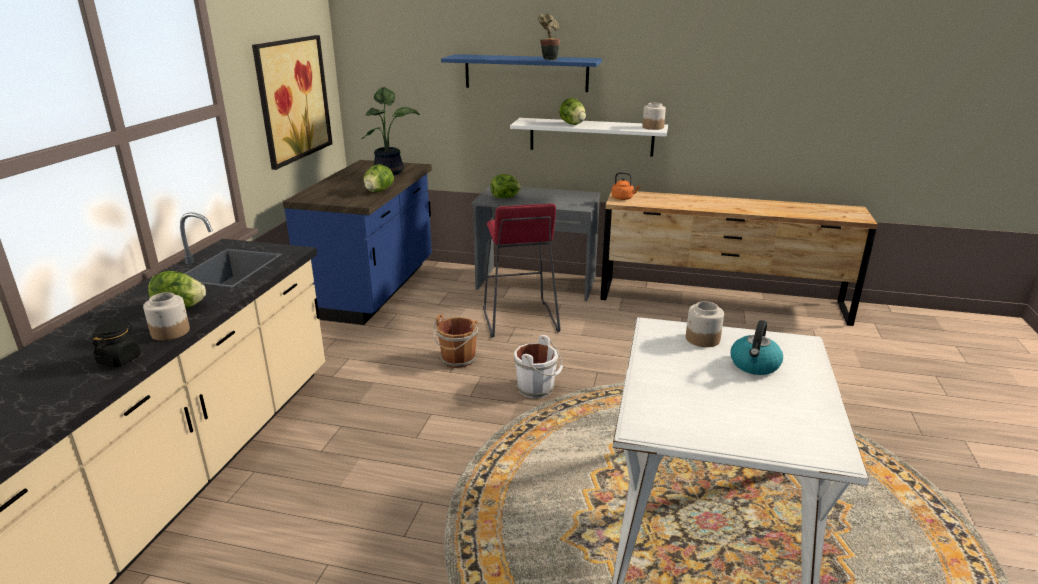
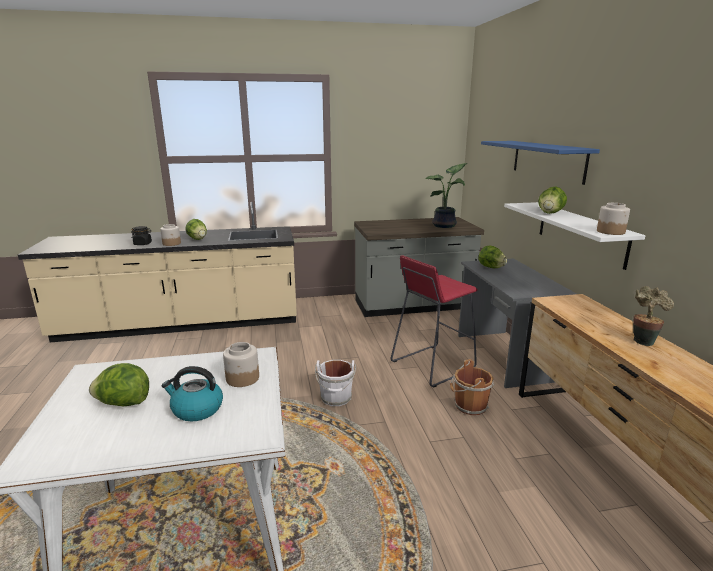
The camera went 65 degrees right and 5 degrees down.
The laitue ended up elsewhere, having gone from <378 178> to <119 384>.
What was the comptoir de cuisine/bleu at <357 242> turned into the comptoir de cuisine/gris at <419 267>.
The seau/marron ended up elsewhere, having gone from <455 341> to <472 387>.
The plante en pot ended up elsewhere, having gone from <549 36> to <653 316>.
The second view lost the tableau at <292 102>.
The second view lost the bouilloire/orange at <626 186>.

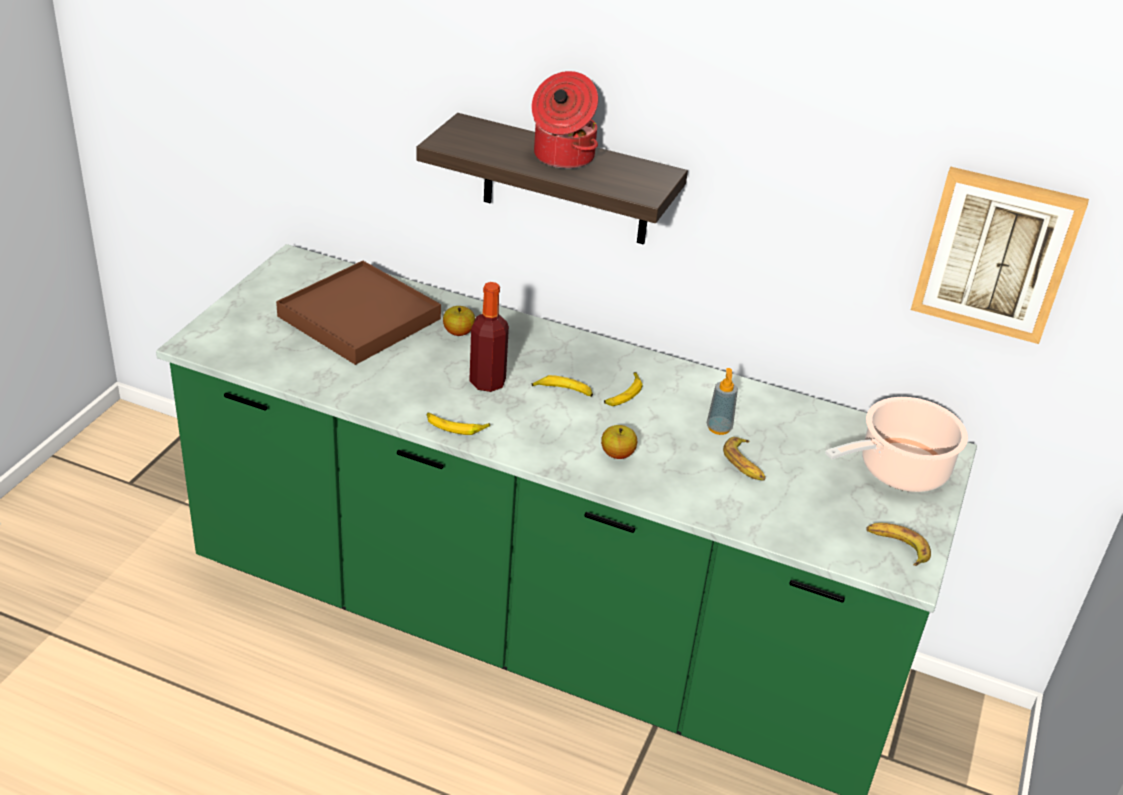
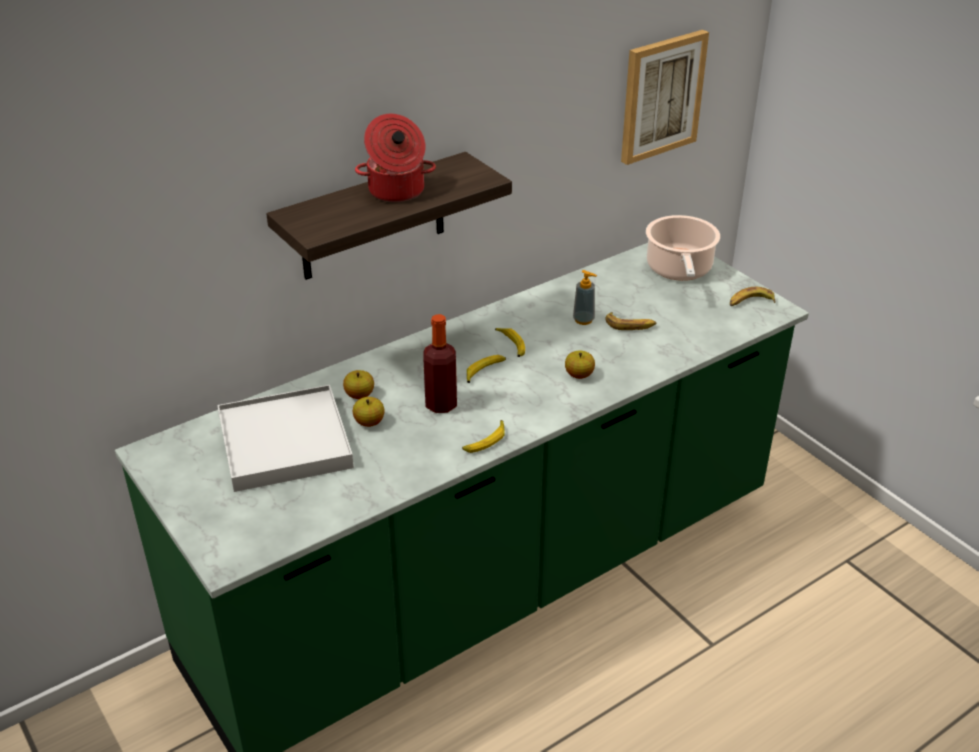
The camera went 55 degrees left and 0 degrees up.
What was the plateau/marron at <358 313> turned into the plateau/blanc at <285 438>.
The second view gained the pomme at <368 412>.

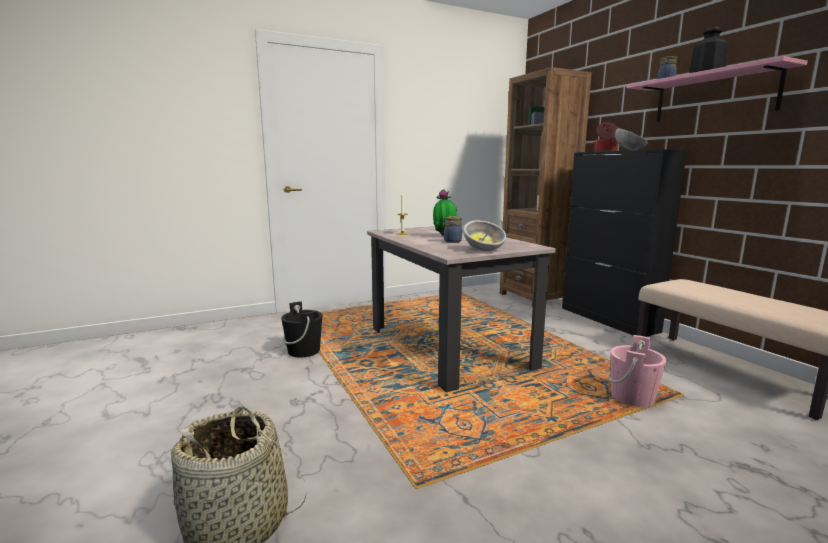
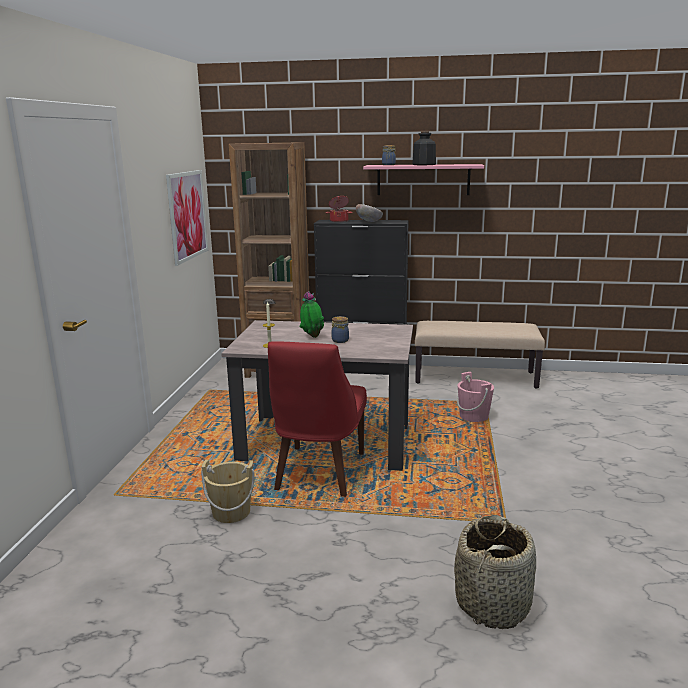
The camera went 55 degrees left and 5 degrees up.
The second view gained the tableau at <187 218>.
What was the seau/noir at <301 329> turned into the seau/beige at <228 491>.
The second view gained the chaise/rouge at <317 419>.
The second view lost the bol at <485 235>.

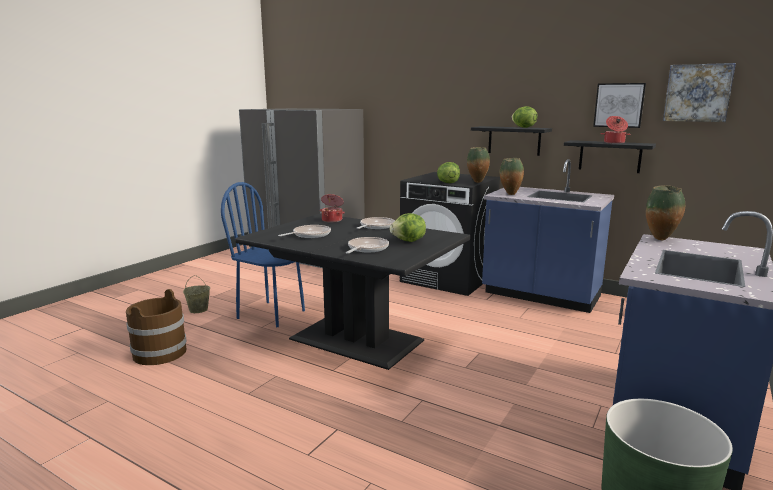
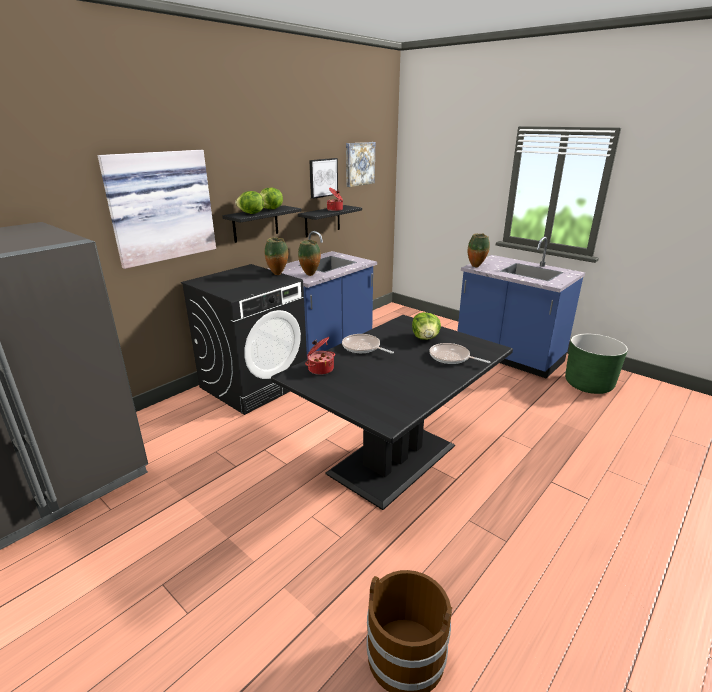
The camera went 80 degrees left and 10 degrees up.
The second view gained the tableau at <157 209>.
The laitue ended up elsewhere, having gone from <448 172> to <249 202>.
The second view lost the seau/beige at <196 294>.
The second view lost the chaise/bleu at <263 254>.
The second view lost the poêle at <304 231>.

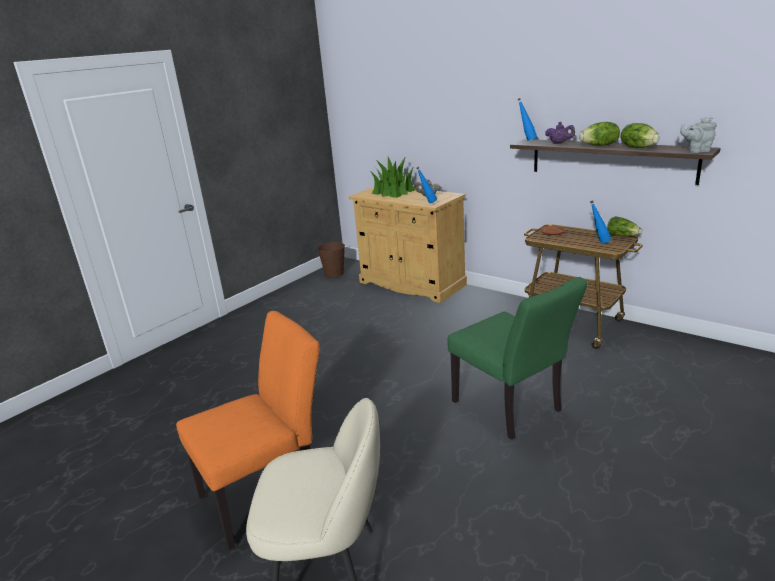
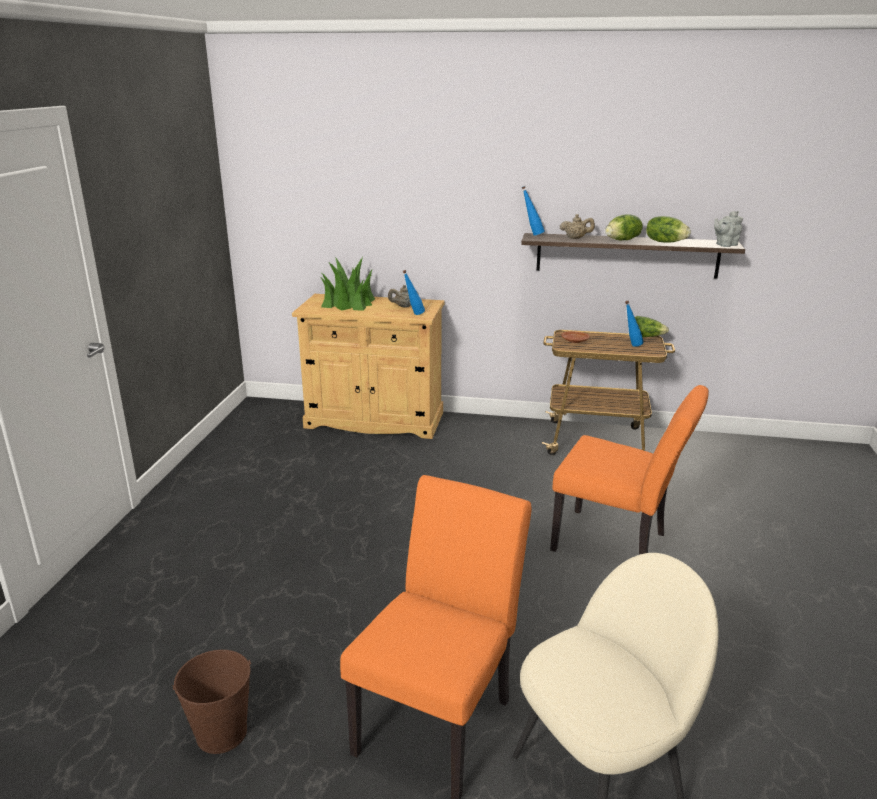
The camera went 30 degrees left and 0 degrees up.
The seau/marron ended up elsewhere, having gone from <331 260> to <212 702>.
What was the chaise/vert at <517 358> turned into the chaise/orange at <629 470>.
What was the théière/violet at <560 133> turned into the théière/beige at <577 226>.

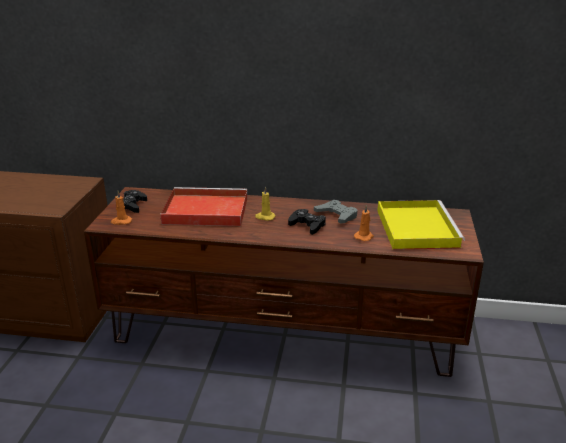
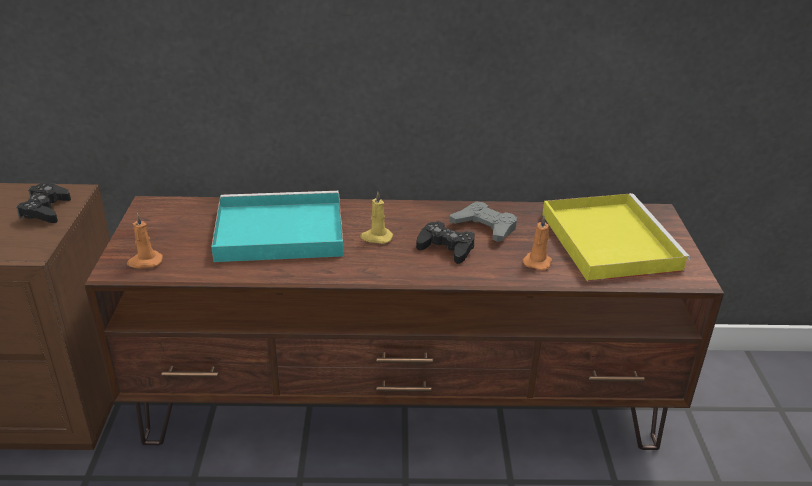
The camera went 10 degrees left and 5 degrees up.
The manette/noir ended up elsewhere, having gone from <135 201> to <43 203>.
What was the plateau/rouge at <204 206> turned into the plateau/turquoise at <277 226>.

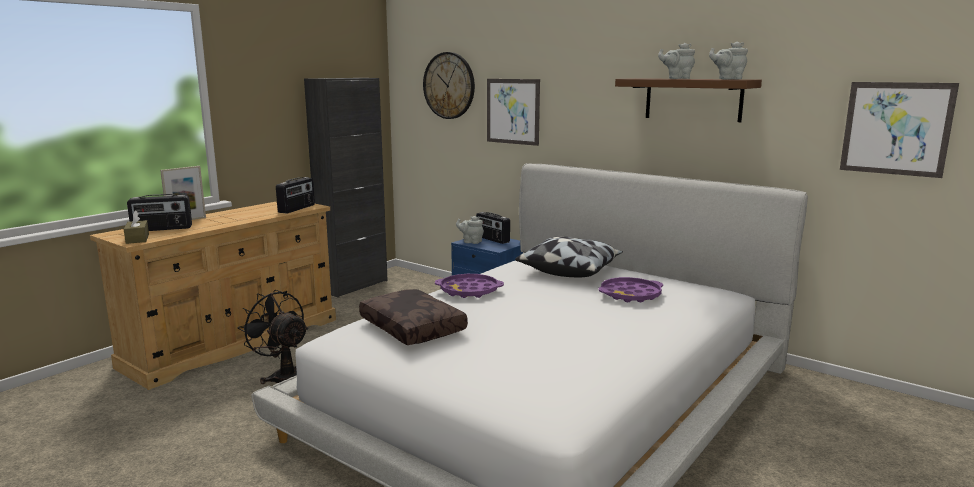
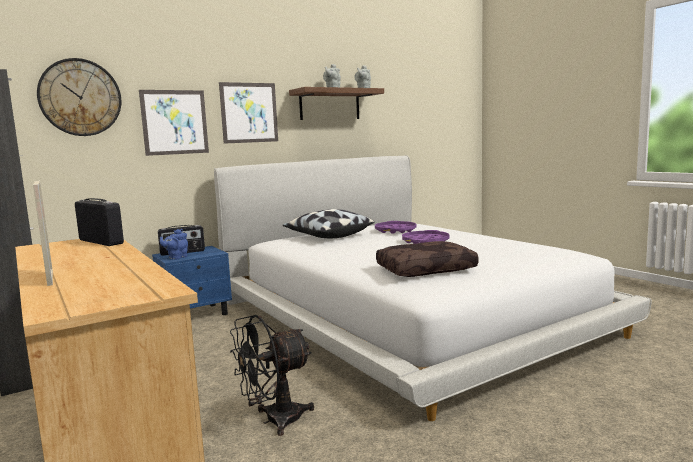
The camera went 70 degrees left and 5 degrees down.
What was the théière/gris at <470 230> turned into the théière/bleu at <174 244>.
The tableau ended up elsewhere, having gone from <899 130> to <248 113>.
The plateau/violet ended up elsewhere, having gone from <469 286> to <426 237>.
The second view lost the boîte à mouchoirs/marron at <136 227>.
The second view lost the radio at <159 212>.

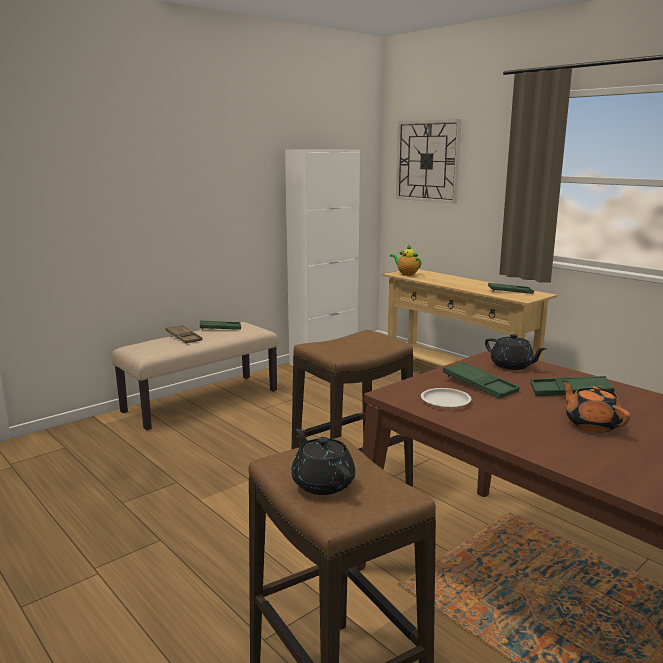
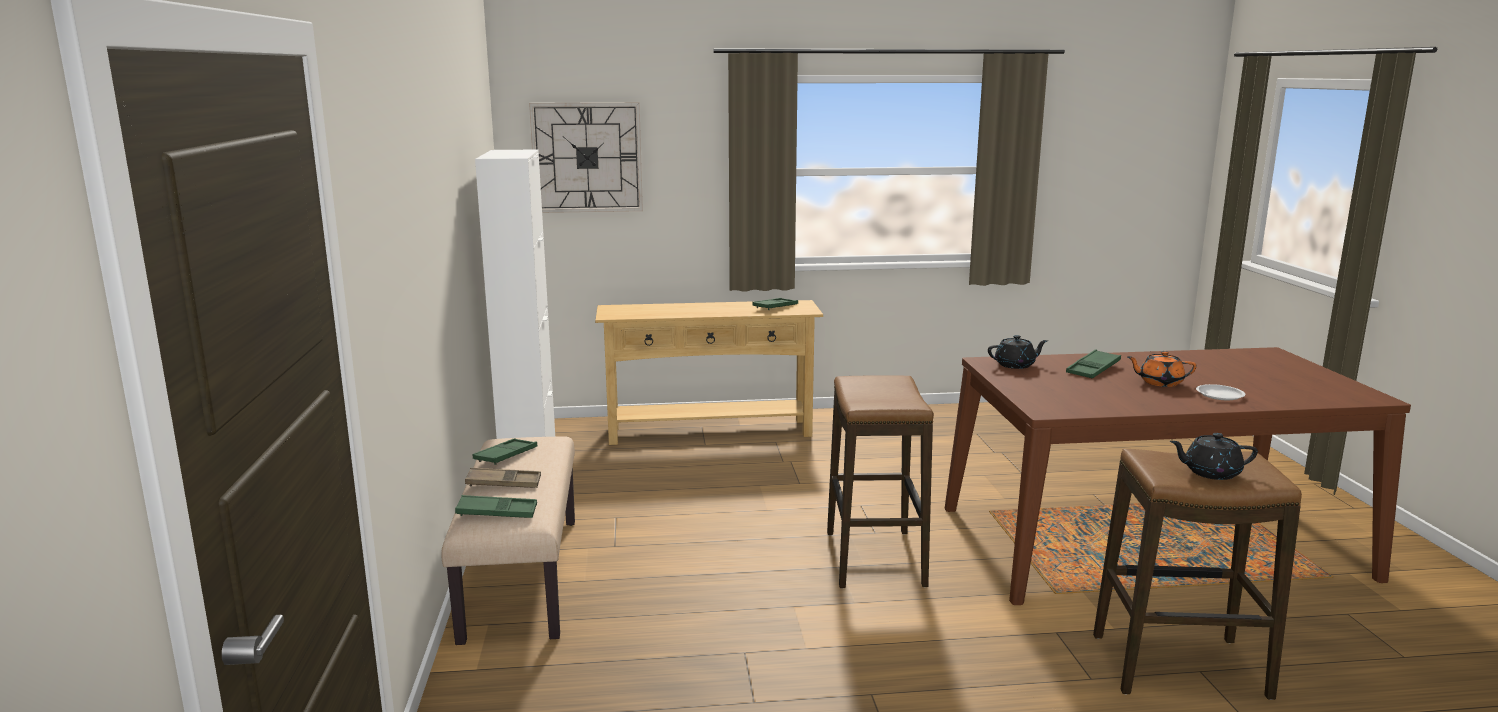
The camera went 55 degrees left and 0 degrees up.
The plateau/vert ended up elsewhere, having gone from <481 380> to <496 506>.
The assiette/blanc ended up elsewhere, having gone from <446 398> to <1220 392>.
The second view lost the théière at <405 260>.

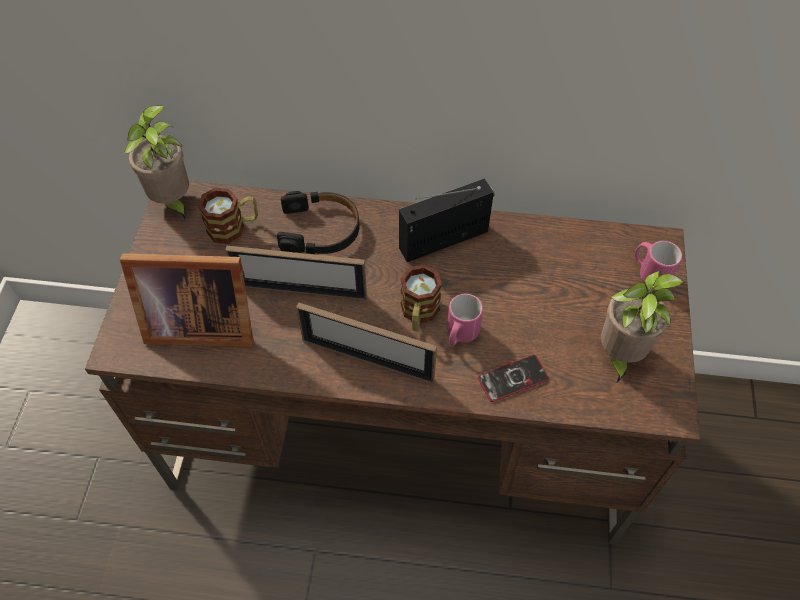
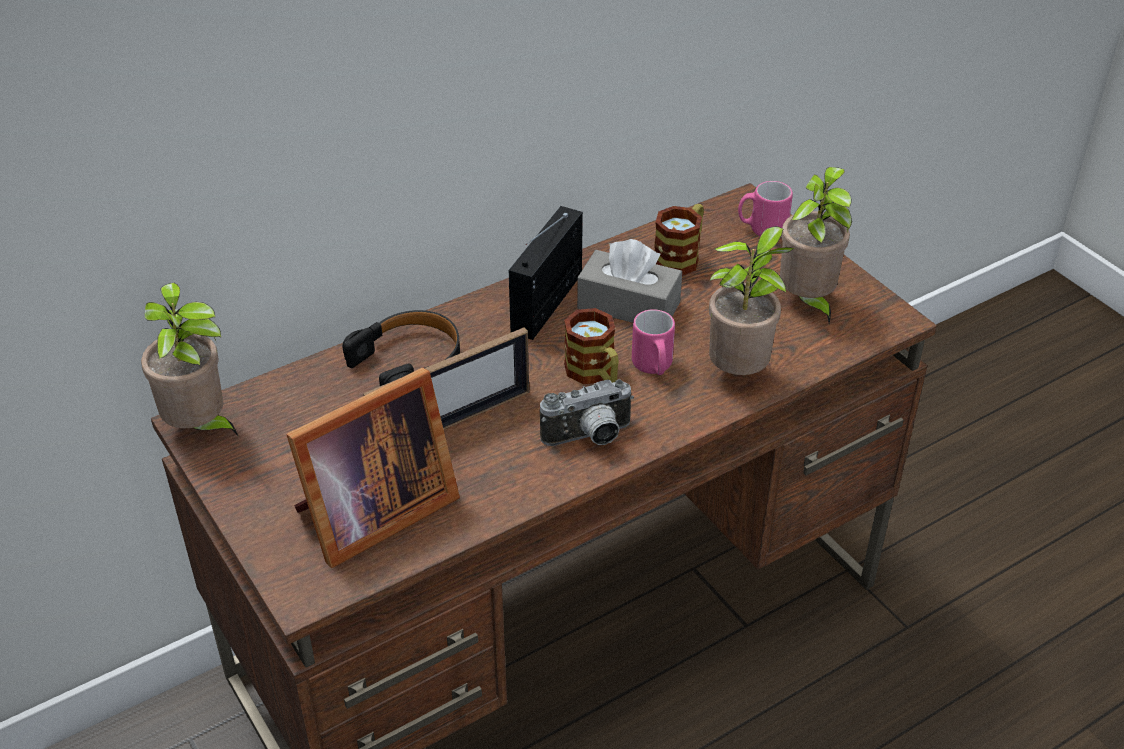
The camera went 40 degrees left and 15 degrees down.
Where the cadre photo stood at <366 342>, the appareil photo came to stand at <587 412>.
The second view gained the boîte à mouchoirs/gris at <629 281>.
The mug ended up elsewhere, having gone from <228 216> to <679 240>.
Where the téléphone stood at <513 378>, the plante en pot came to stand at <751 300>.

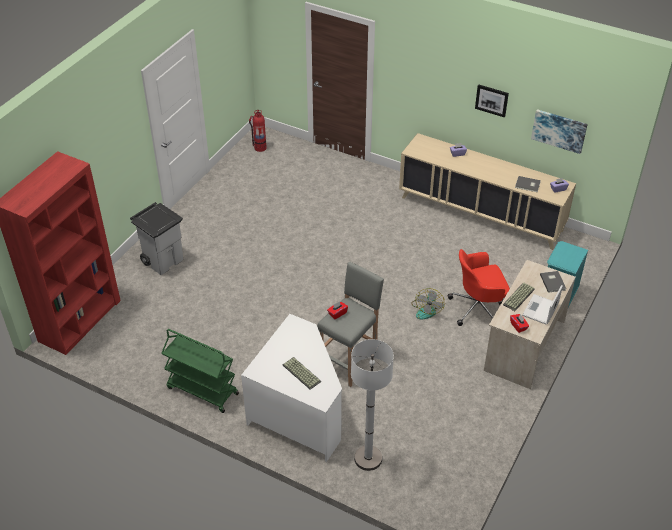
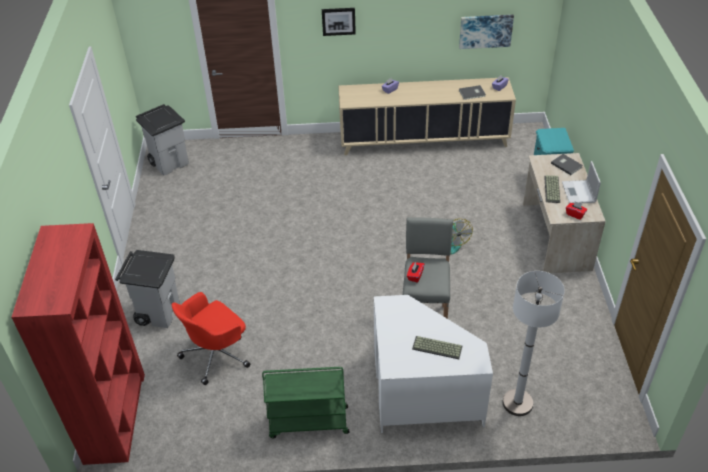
The camera went 30 degrees left and 0 degrees up.
Where the extincteur stood at <258 131>, the poubelle/gris came to stand at <162 139>.
The chaise de bureau/rouge ended up elsewhere, having gone from <478 287> to <211 338>.
The tableau ended up elsewhere, having gone from <492 101> to <339 22>.

